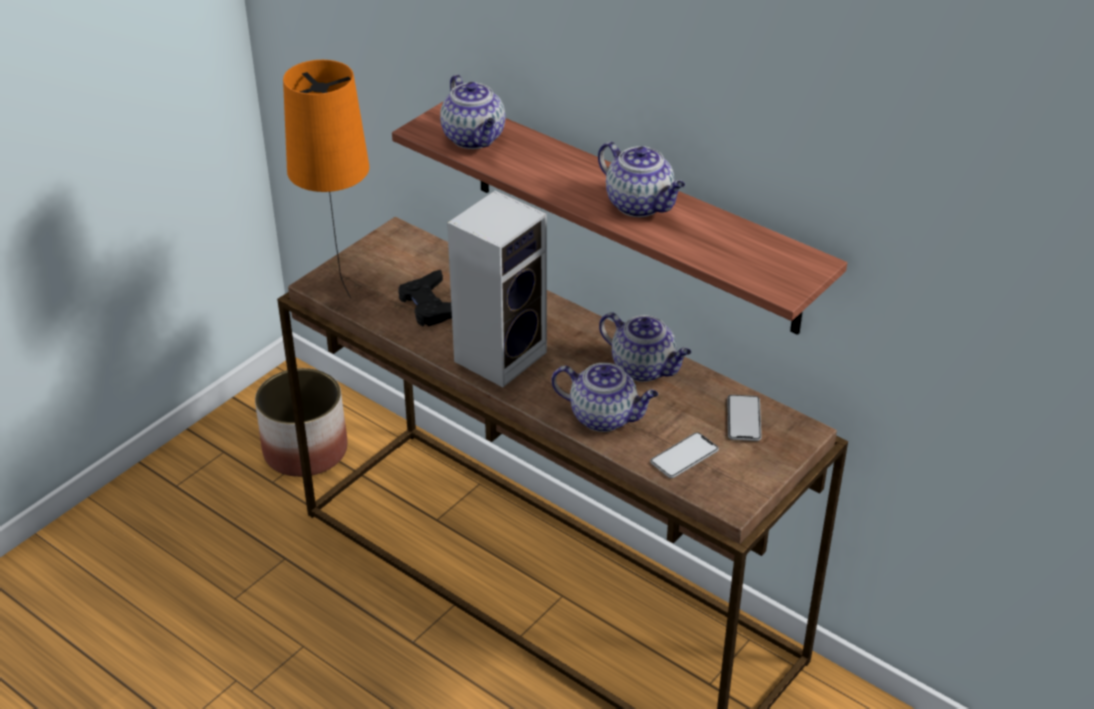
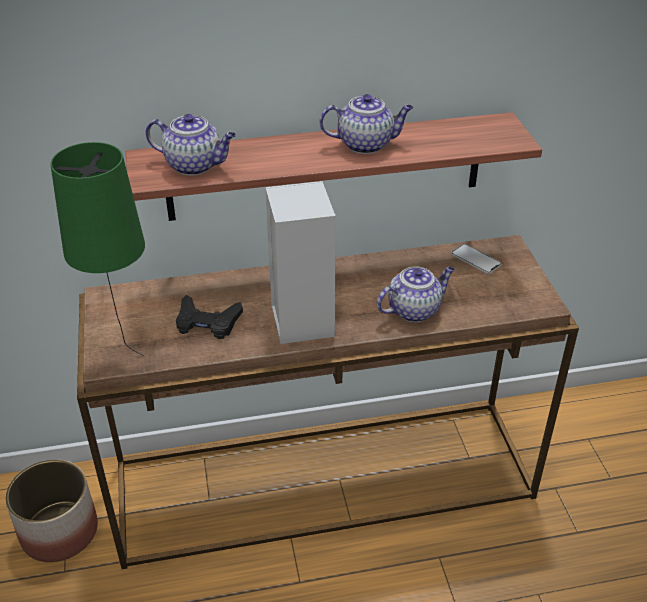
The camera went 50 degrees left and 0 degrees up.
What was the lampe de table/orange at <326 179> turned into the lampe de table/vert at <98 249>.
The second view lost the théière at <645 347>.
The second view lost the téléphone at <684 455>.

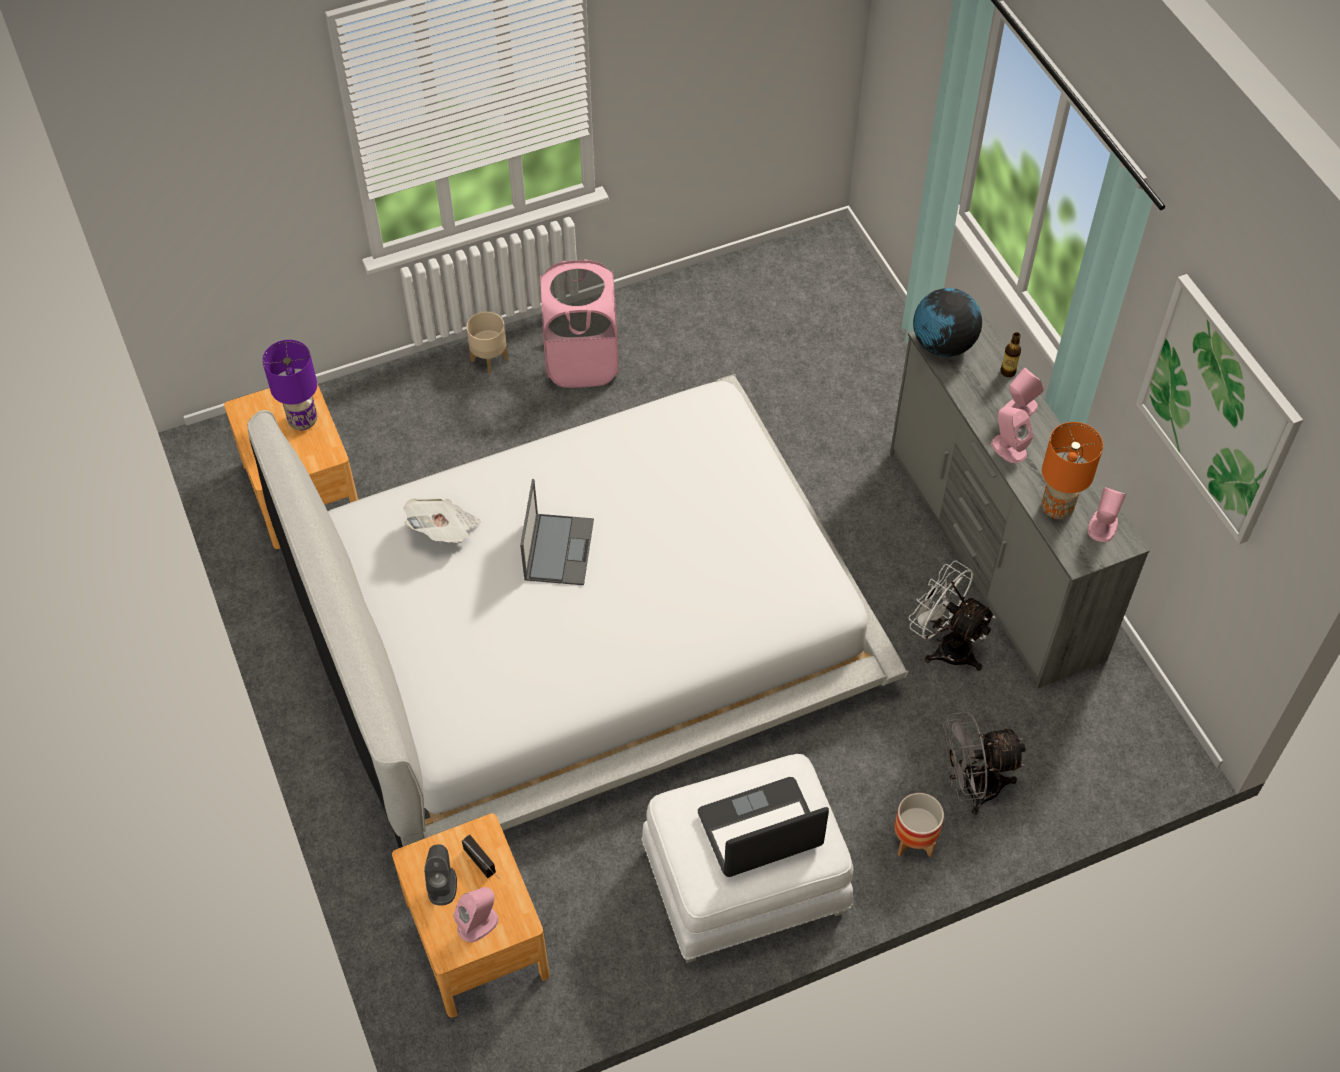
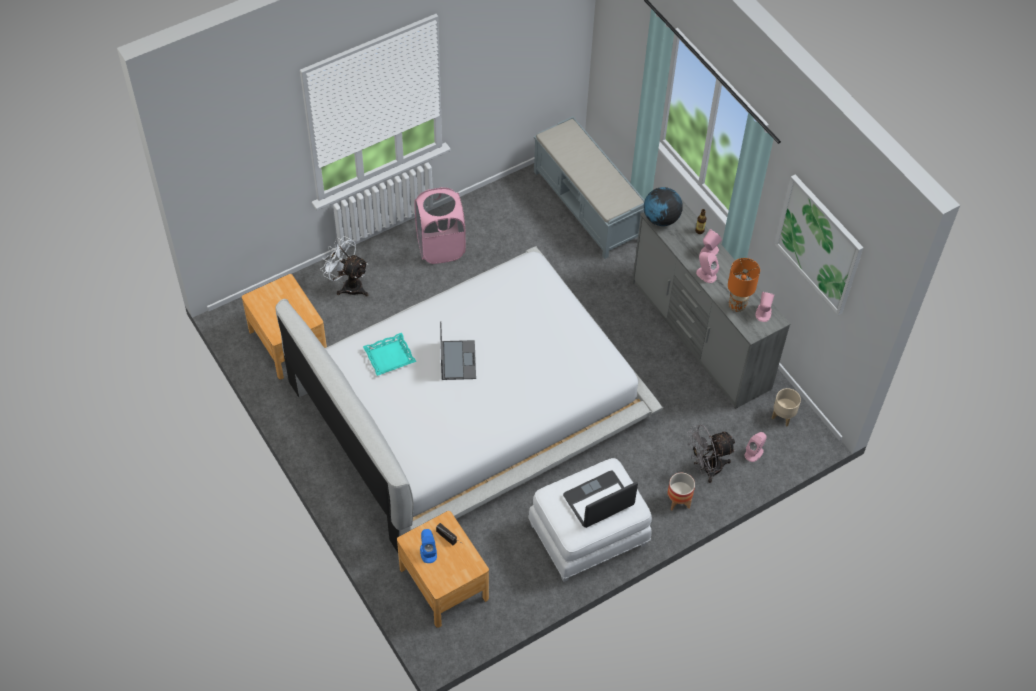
The camera went 10 degrees left and 0 degrees up.
The ventilateur/blanc ended up elsewhere, having gone from <952 616> to <344 266>.
Where the journal stood at <442 520>, the plateau/turquoise came to stand at <389 354>.
What was the enceinte/gris at <440 875> turned into the enceinte/bleu at <428 546>.
The second view gained the banc/gris at <589 187>.
The enceinte/rose ended up elsewhere, having gone from <476 915> to <755 447>.
The cache-pot/beige ended up elsewhere, having gone from <487 343> to <786 407>.
The second view lost the lampe de table/violet at <289 385>.

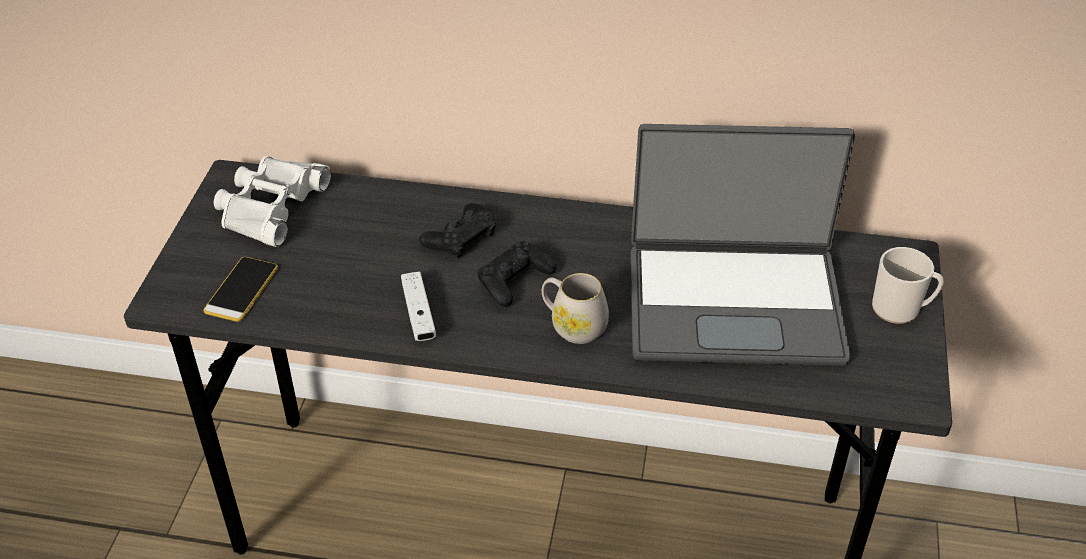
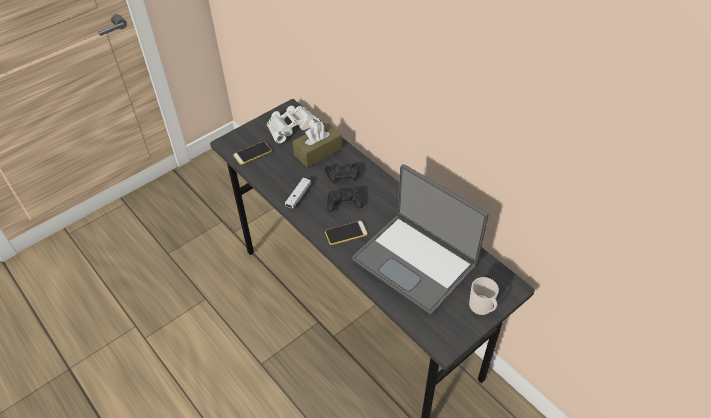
The camera went 40 degrees right and 5 degrees up.
The second view gained the boîte à mouchoirs/marron at <317 144>.
Where the mug/blanc stood at <575 308>, the téléphone came to stand at <346 233>.

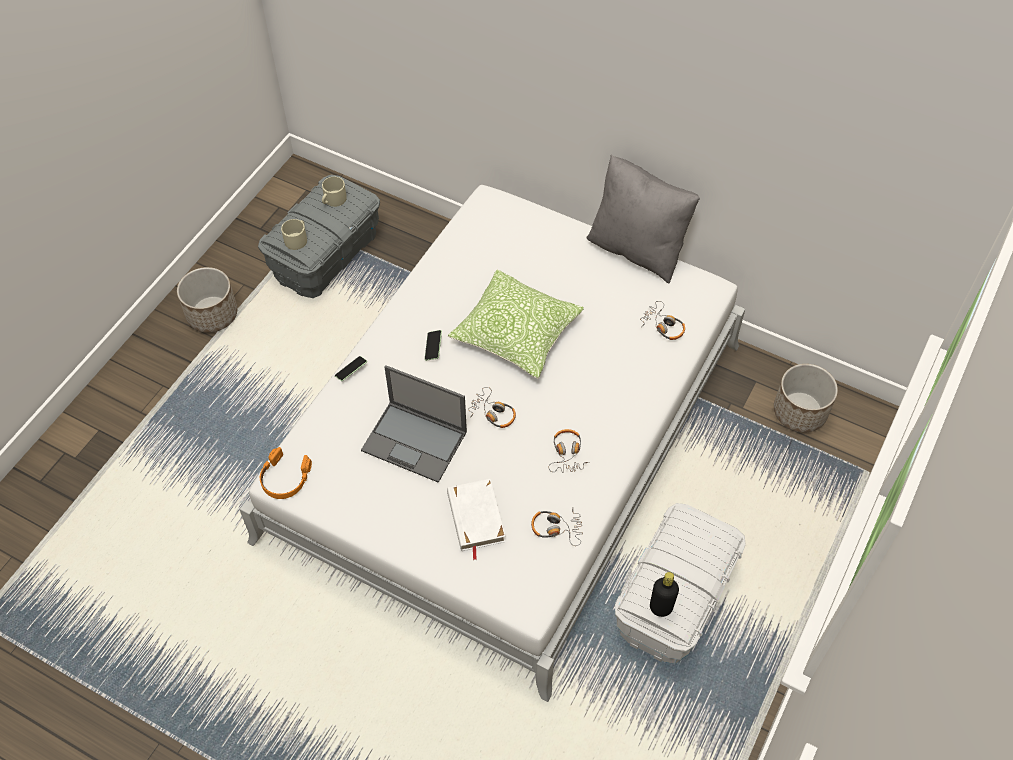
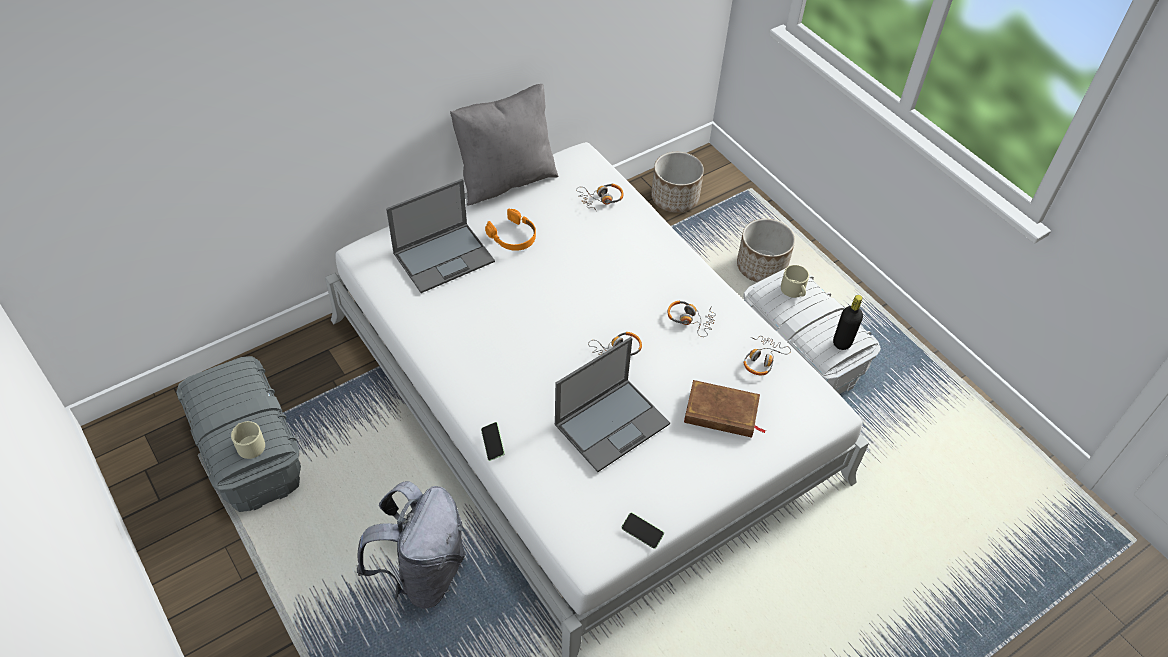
The camera went 65 degrees left and 5 degrees down.
The second view gained the sac à dos/gris at <411 544>.
The second view gained the ordinateur portable at <440 236>.
The casque audio/orange ended up elsewhere, having gone from <286 473> to <510 229>.
The téléphone ended up elsewhere, having gone from <433 345> to <642 530>.
What was the livre/blanc at <476 519> turned into the livre/marron at <725 409>.
The cache-pot ended up elsewhere, having gone from <207 300> to <766 250>.
The mug/beige ended up elsewhere, having gone from <334 192> to <795 281>.
The second view lost the coussin at <516 324>.

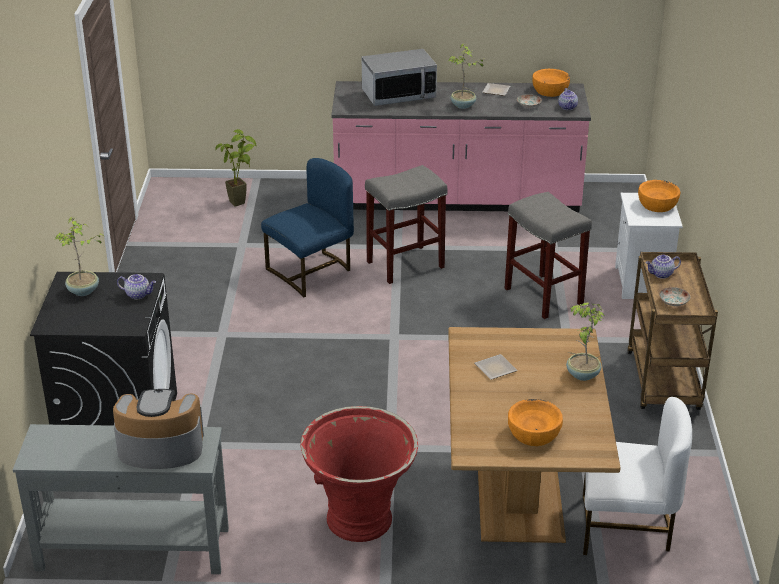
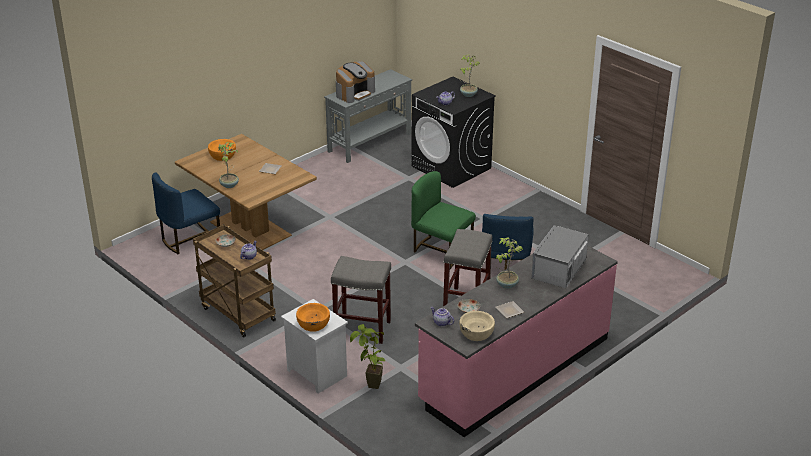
The camera went 135 degrees right and 0 degrees up.
What was the chaise/blanc at <637 476> turned into the chaise/bleu at <186 213>.
The plante en pot ended up elsewhere, having gone from <236 168> to <367 356>.
The second view gained the chaise/vert at <443 220>.
What was the bol/orange at <551 83> turned into the bol/beige at <477 326>.
The second view lost the cache-pot/rouge at <359 474>.

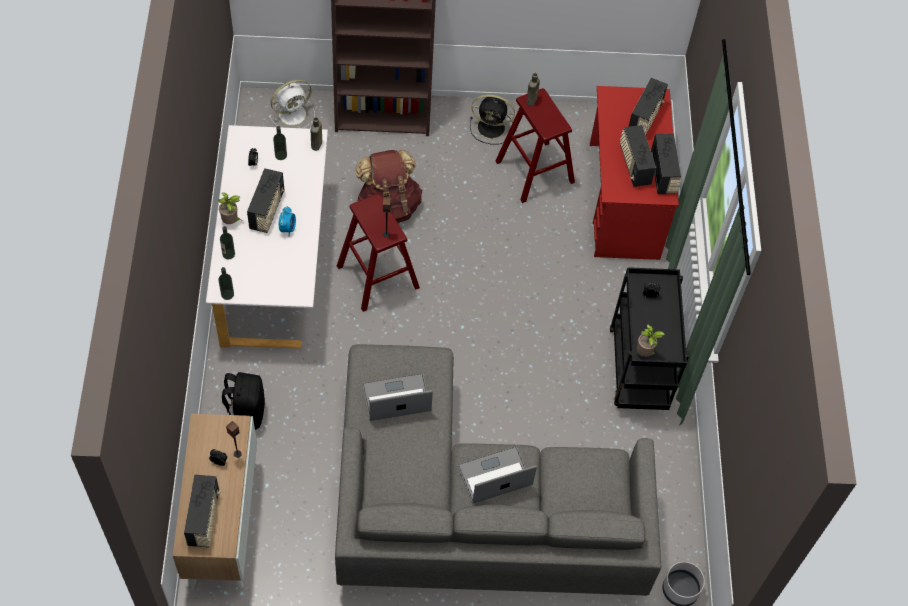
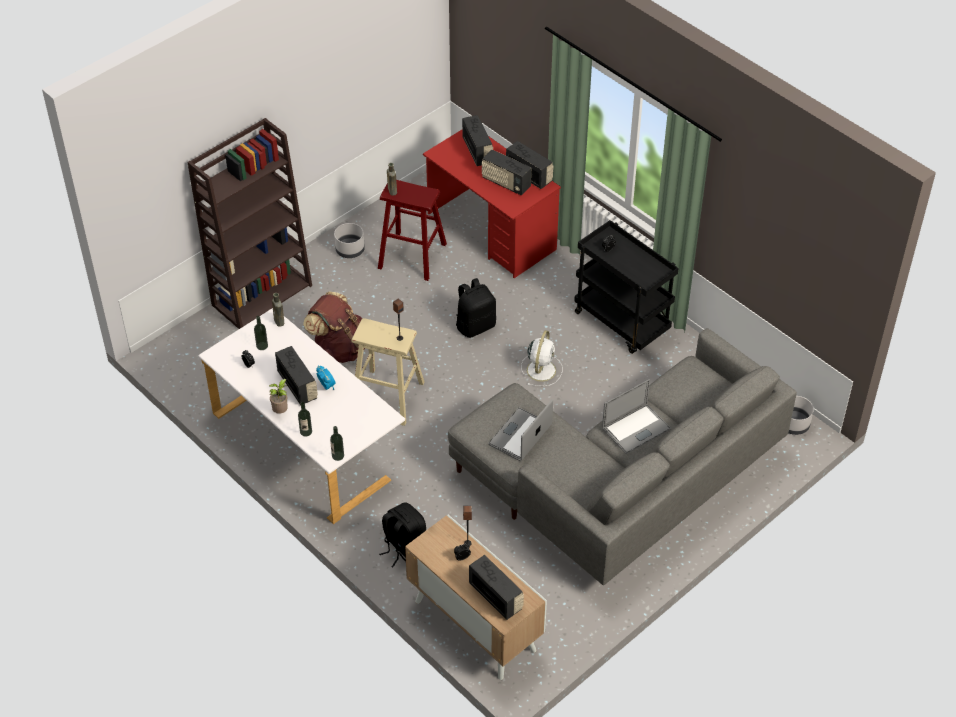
The camera went 40 degrees left and 10 degrees down.
Where the ventilateur/noir stood at <492 119>, the cache-pot/gris came to stand at <349 240>.
What was the tabouret/rouge at <378 253> turned into the tabouret/beige at <388 372>.
The second view gained the sac à dos/noir at <476 308>.
The ventilateur/blanc ended up elsewhere, having gone from <291 104> to <542 358>.
The ordinateur portable at <497 475> ended up facing another way, 150 degrees counterclockwise from before.
The second view lost the plante en pot at <651 341>.

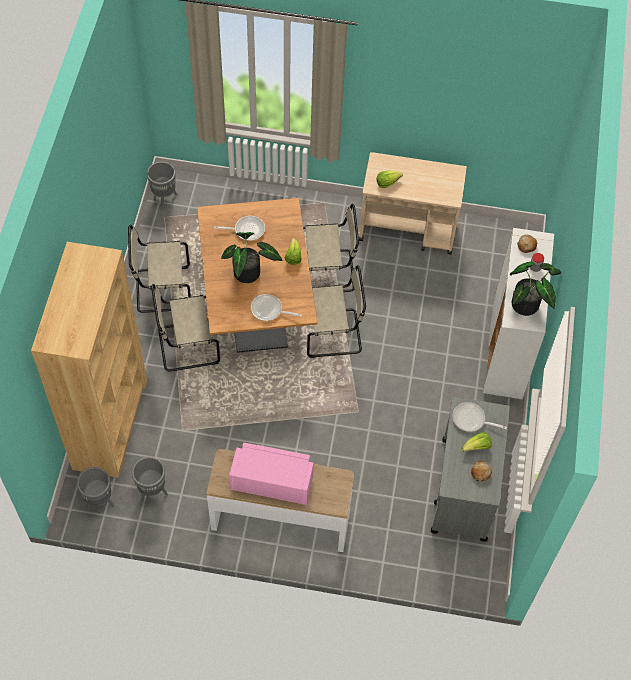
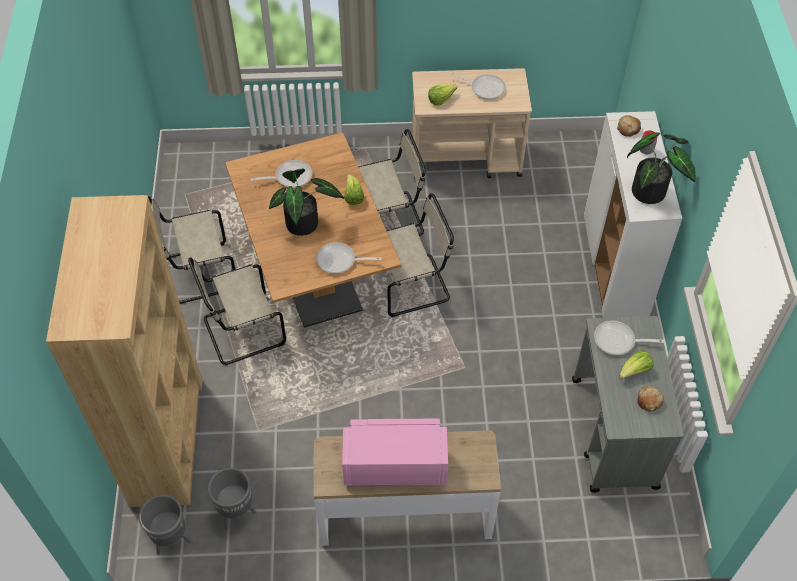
The camera went 10 degrees left and 5 degrees down.
The second view gained the poêle at <478 86>.
The second view lost the cache-pot/gris at <162 185>.

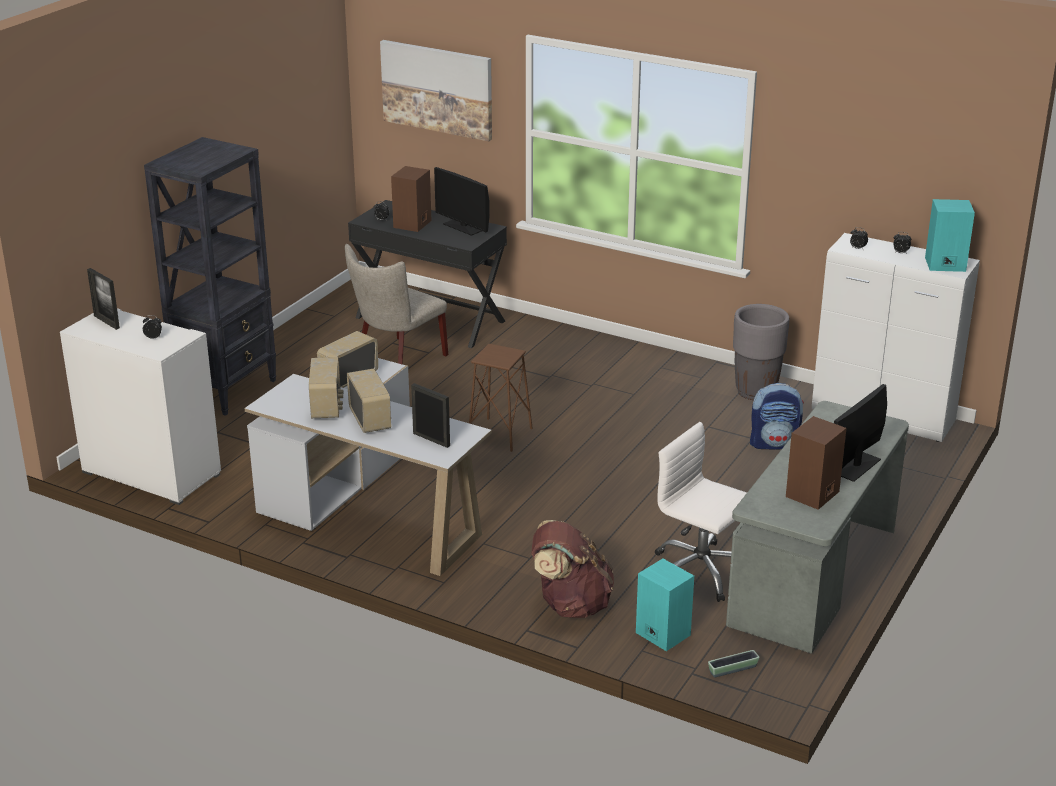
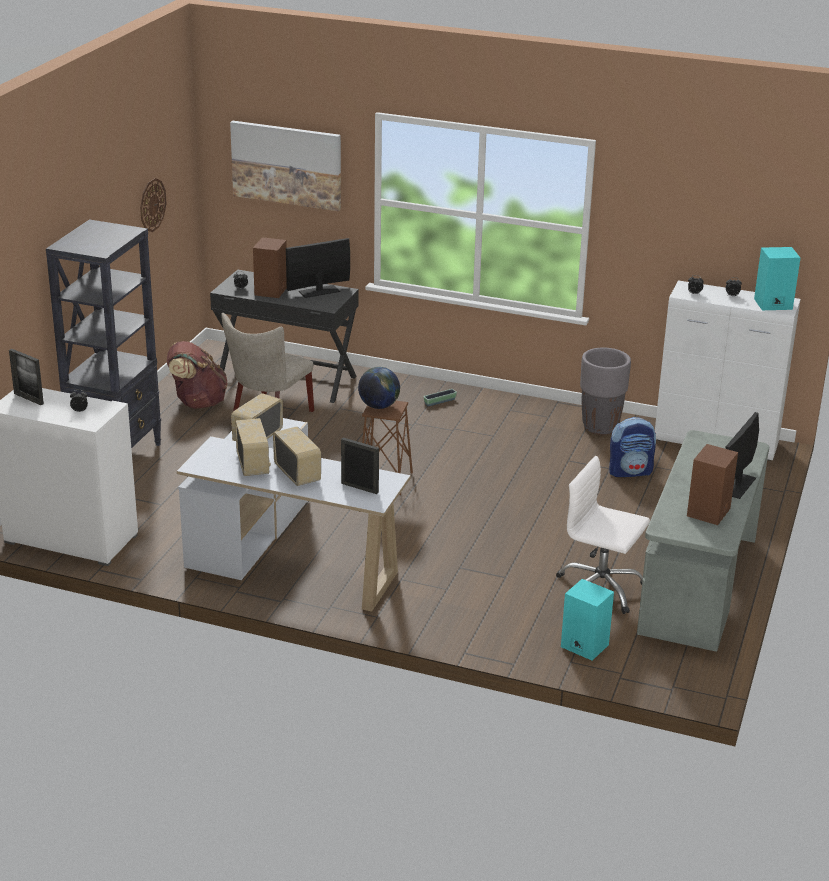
The camera went 10 degrees left and 0 degrees up.
The second view gained the horloge murale at <153 205>.
The sac à dos/marron ended up elsewhere, having gone from <572 569> to <197 375>.
The écran d'ordinateur at <462 201> ended up facing another way, 120 degrees clockwise from before.
The second view gained the globe at <379 388>.
The cache-pot ended up elsewhere, having gone from <733 664> to <440 398>.

